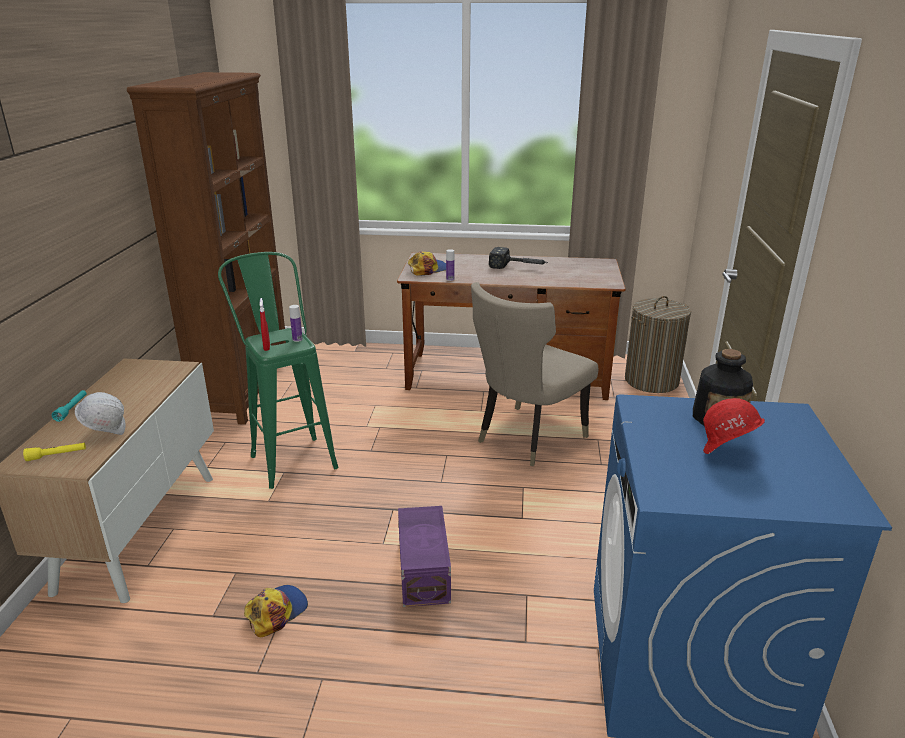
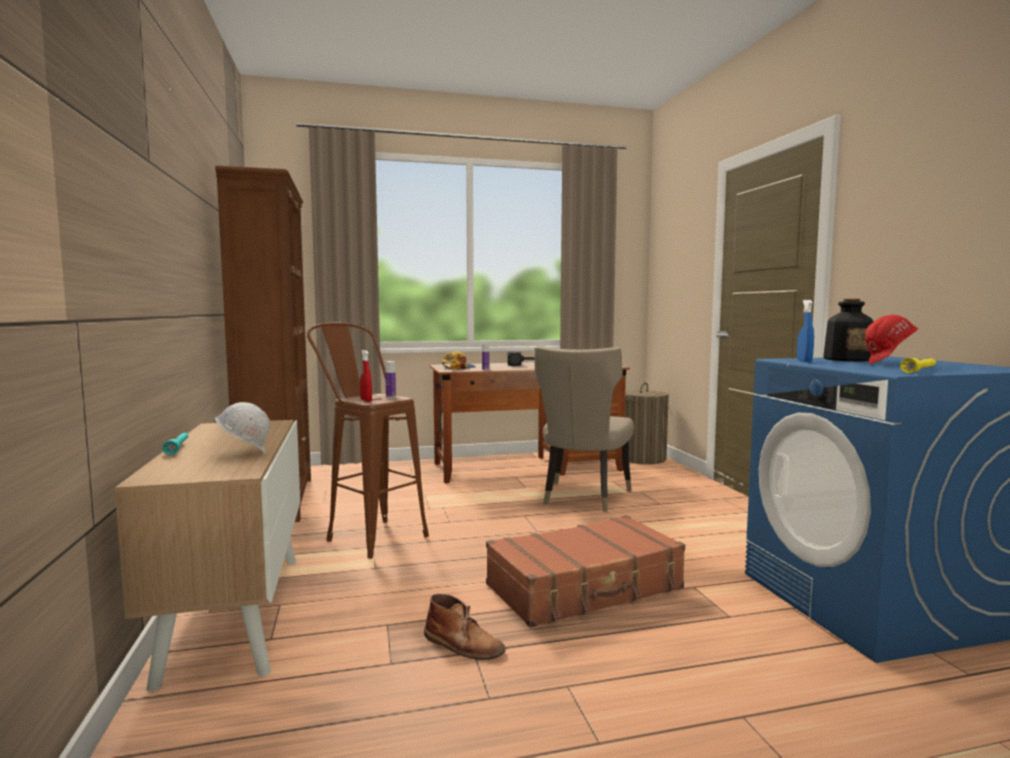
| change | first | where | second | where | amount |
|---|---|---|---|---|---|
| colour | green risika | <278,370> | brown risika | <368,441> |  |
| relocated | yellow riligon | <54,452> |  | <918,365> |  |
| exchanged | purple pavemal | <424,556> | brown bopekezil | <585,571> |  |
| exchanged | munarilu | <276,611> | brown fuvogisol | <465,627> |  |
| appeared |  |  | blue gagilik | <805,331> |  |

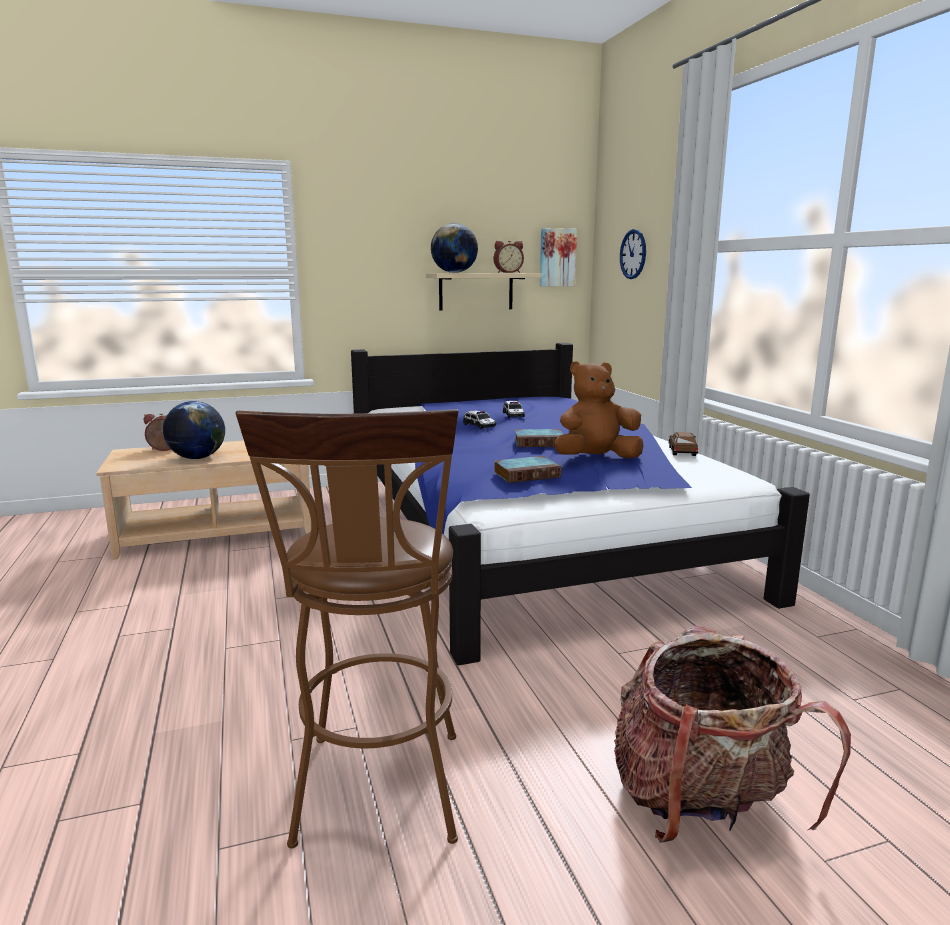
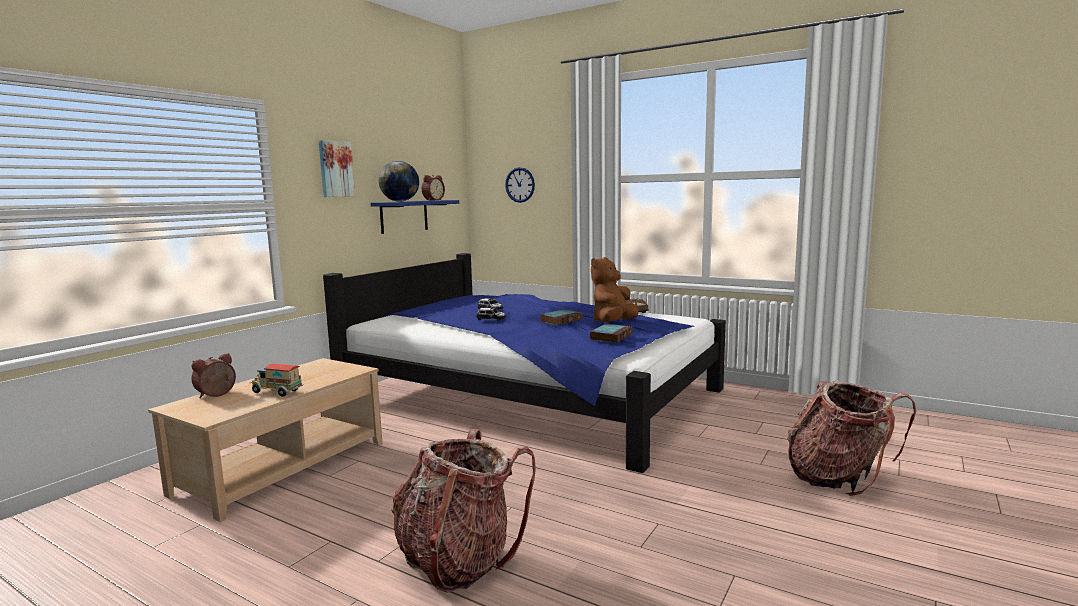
| change | first | where | second | where | amount |
|---|---|---|---|---|---|
| relocated | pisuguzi | <558,257> |  | <337,168> |  |
| colour | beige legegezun | <483,292> | blue legegezun | <415,217> |  |
| exchanged | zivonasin | <194,430> | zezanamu | <276,380> |  |
| missing | brown risika | <347,628> |  |  |  |
| appeared |  |  | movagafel | <463,511> |  |

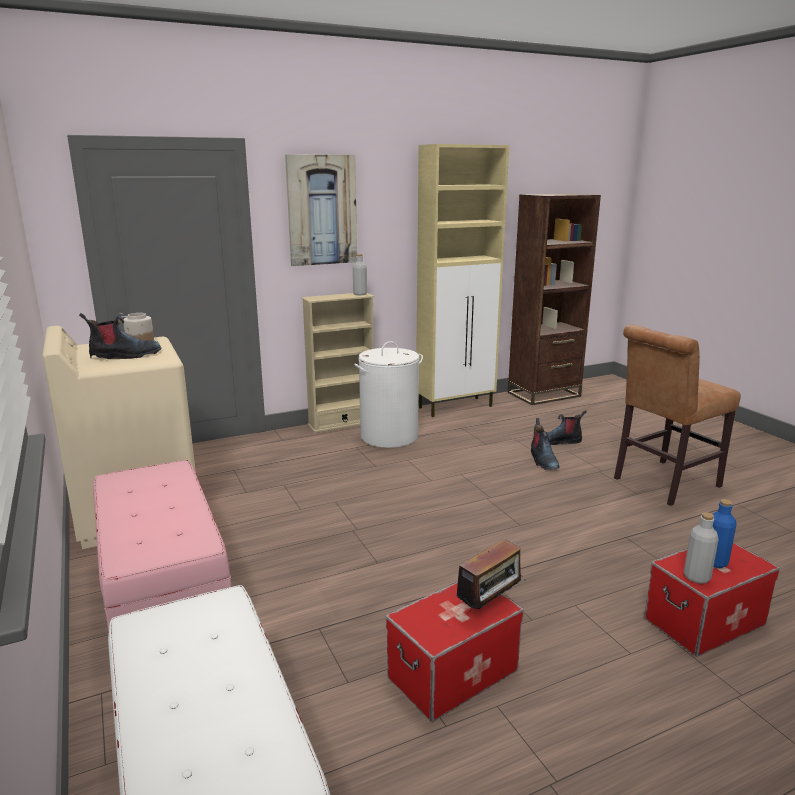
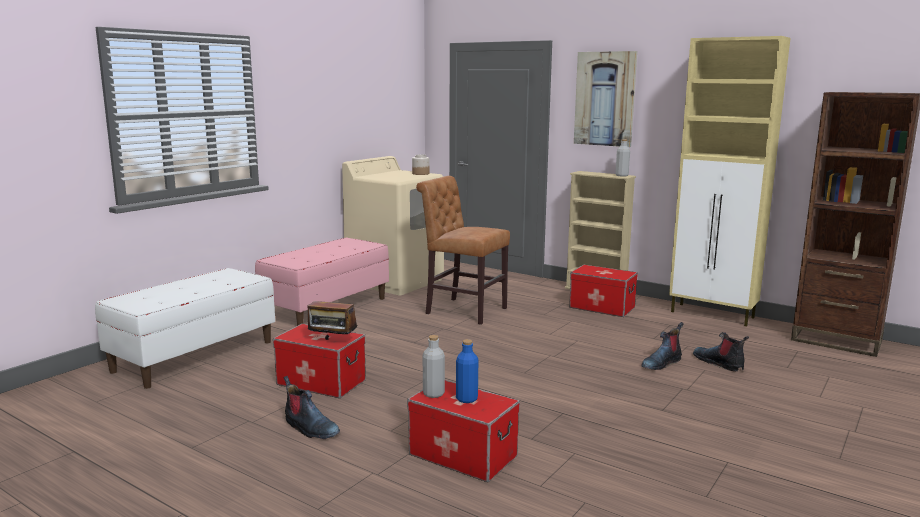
| change | first | where | second | where | amount |
|---|---|---|---|---|---|
| relocated | fuvogisol | <120,336> |  | <312,407> |  |
| relocated | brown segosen | <677,415> |  | <463,250> |  |
| exchanged | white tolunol | <388,394> | pavemal | <603,291> |  |

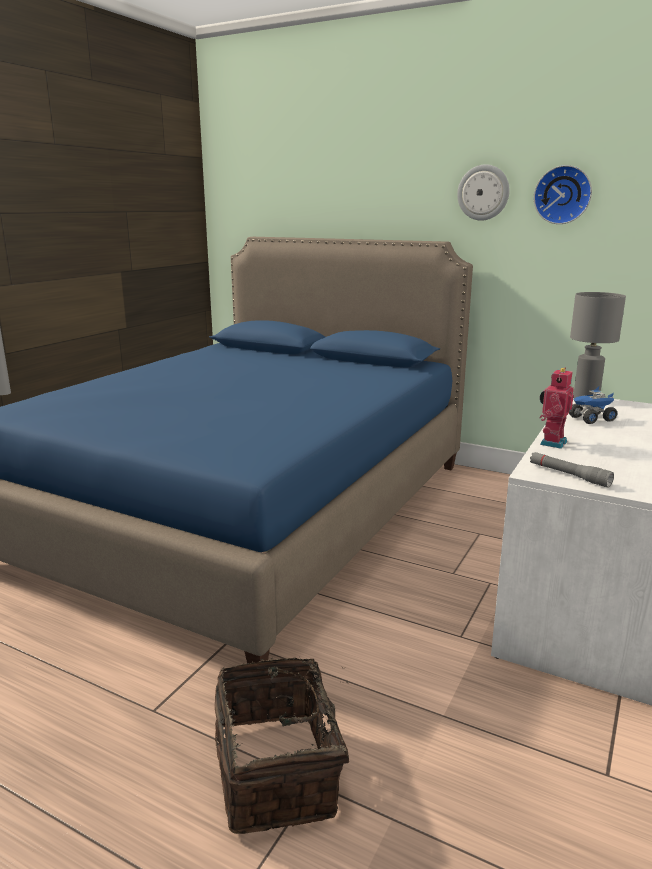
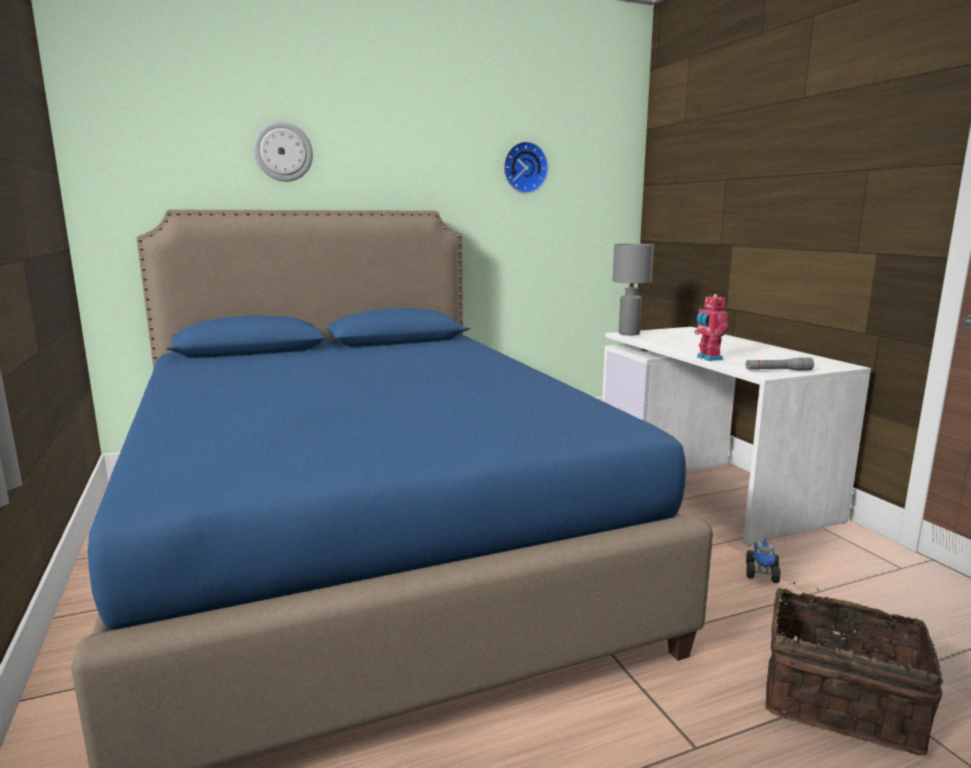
| change | first | where | second | where | amount |
|---|---|---|---|---|---|
| relocated | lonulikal | <483,192> |  | <283,151> |  |
| relocated | zezanamu | <593,404> |  | <763,561> |  |

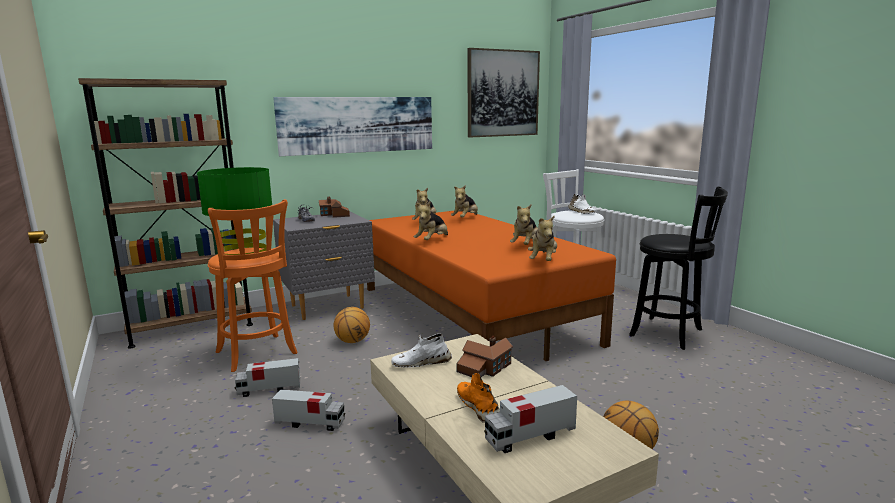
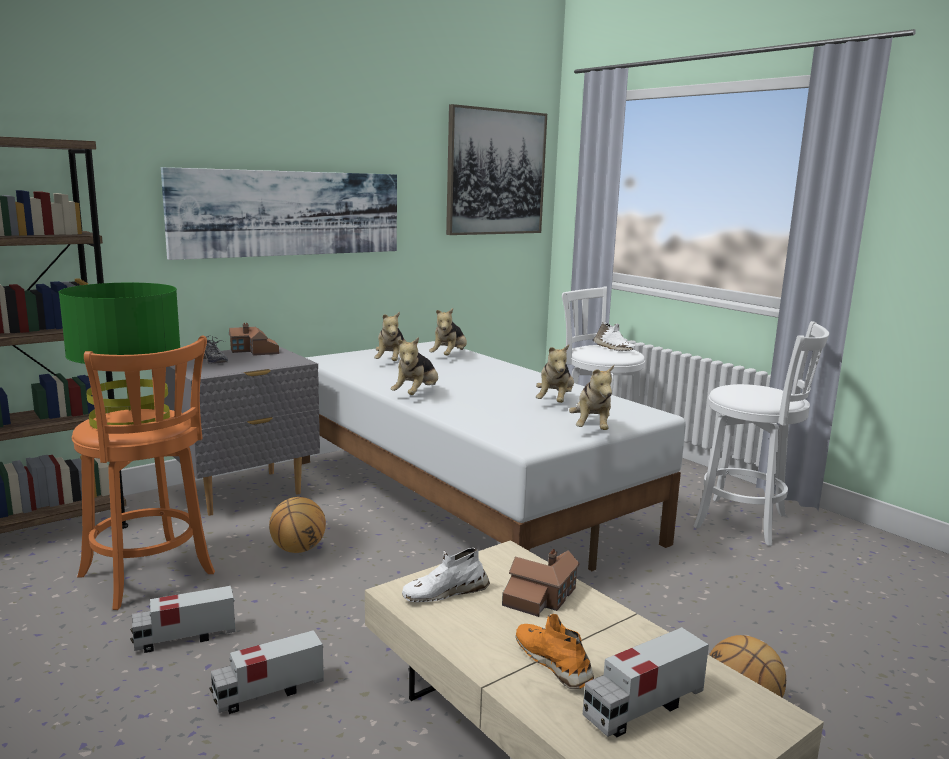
| change | first | where | second | where | amount |
|---|---|---|---|---|---|
| colour | black risika | <678,268> | white risika | <761,433> |  |
| colour | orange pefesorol | <491,286> | white pefesorol | <494,456> |  |
| spun | zezanamu | <308,410> |  | <266,672> | 150 degrees clockwise |

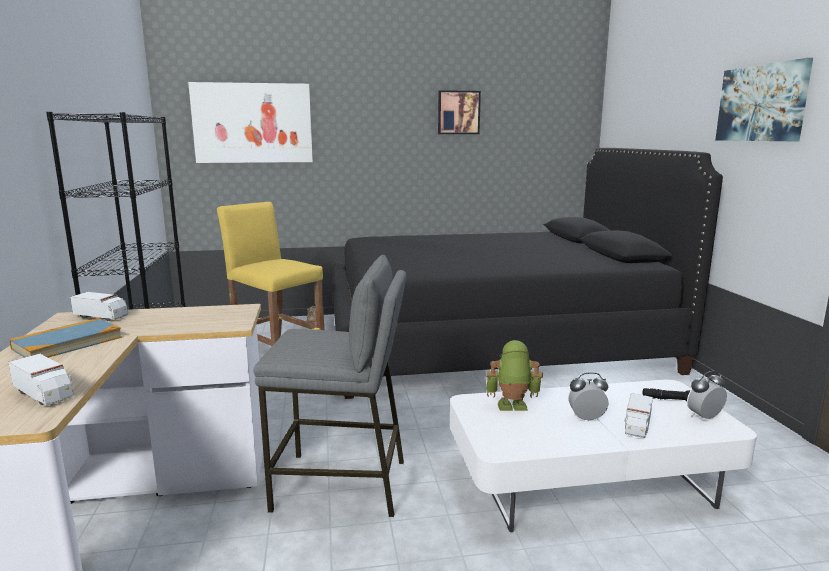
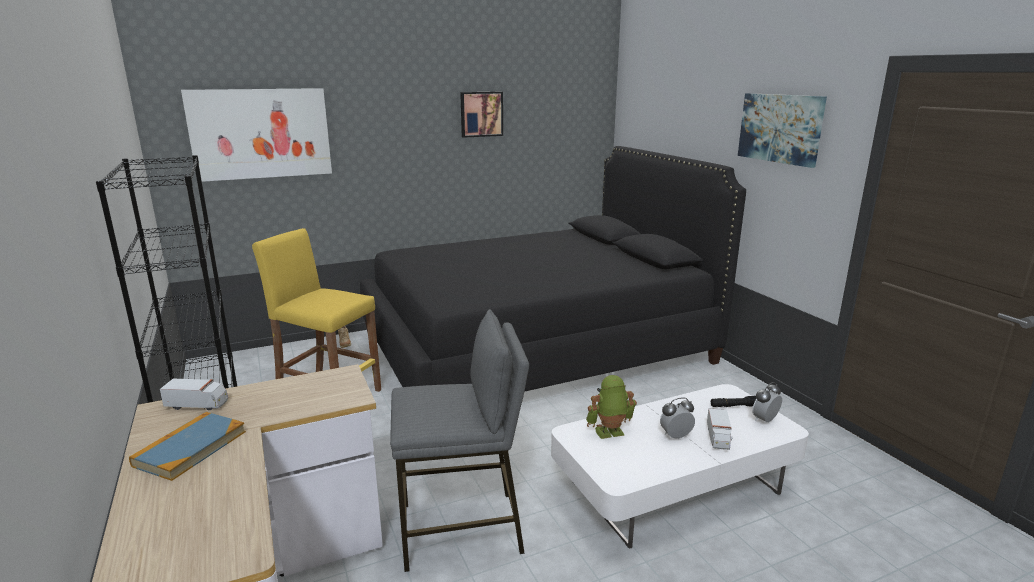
| change | first | where | second | where | amount |
|---|---|---|---|---|---|
| missing | zezanamu | <41,379> |  |  |  |

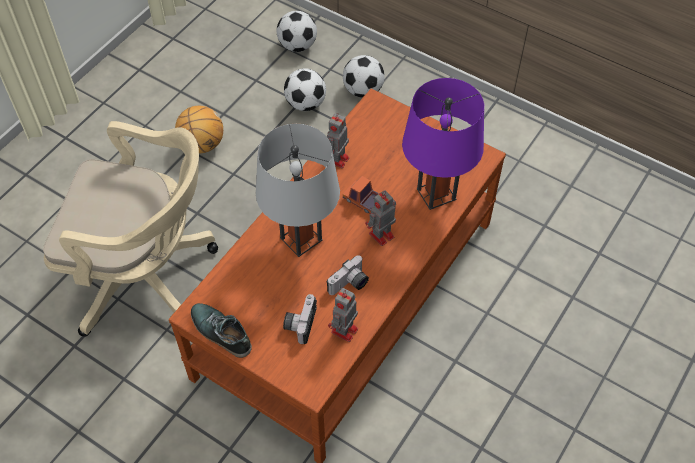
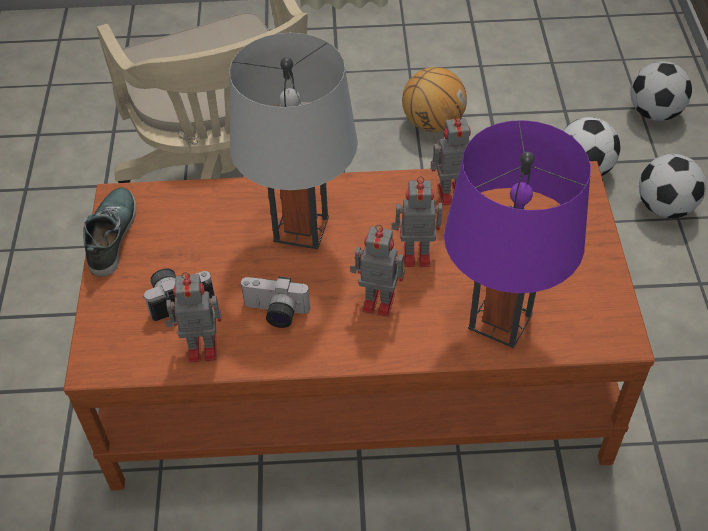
| change | first | where | second | where | amount |
|---|---|---|---|---|---|
| exchanged | zezanamu | <361,195> | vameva | <416,221> |  |

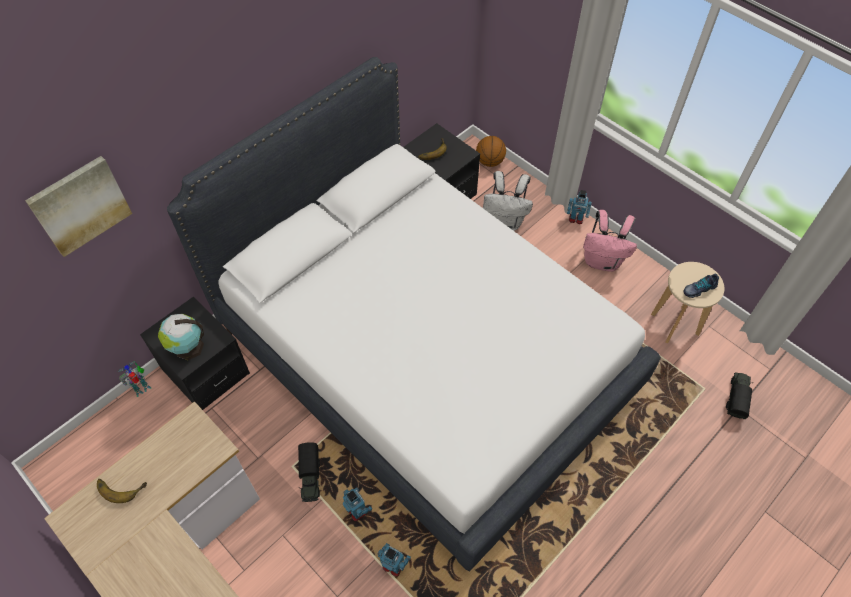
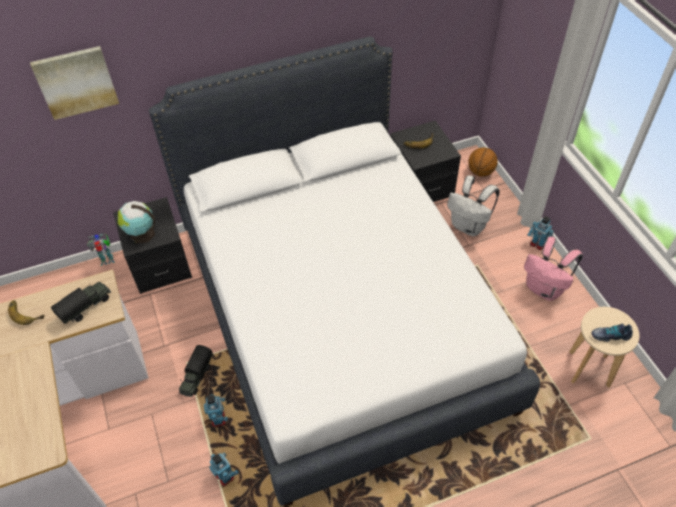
| change | first | where | second | where | amount |
|---|---|---|---|---|---|
| relocated | zezanamu | <739,395> |  | <81,303> |  |

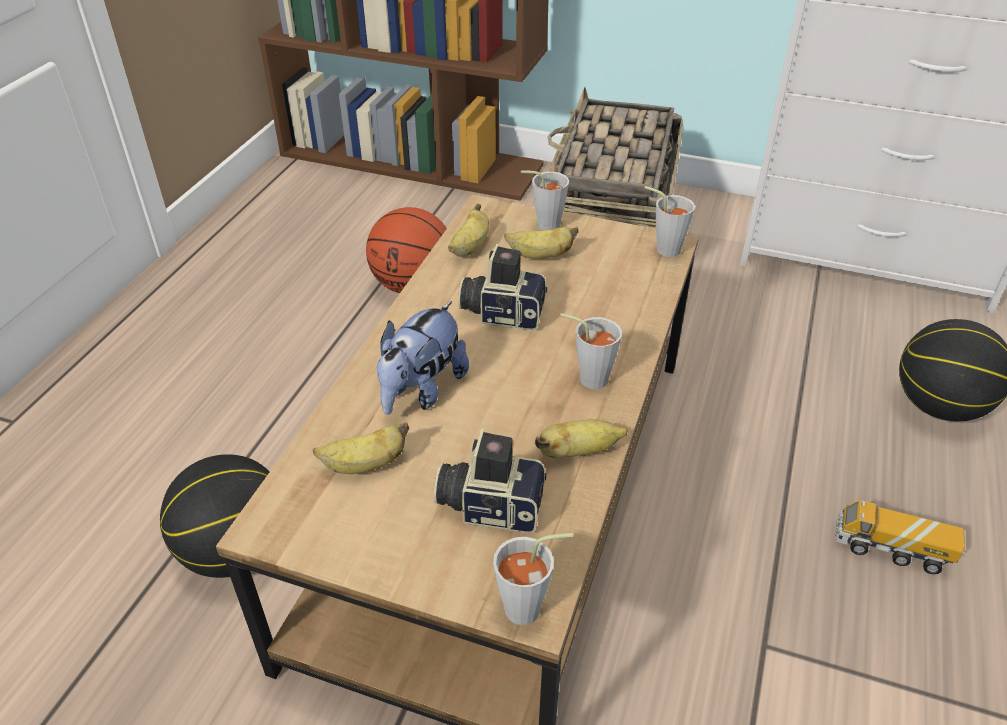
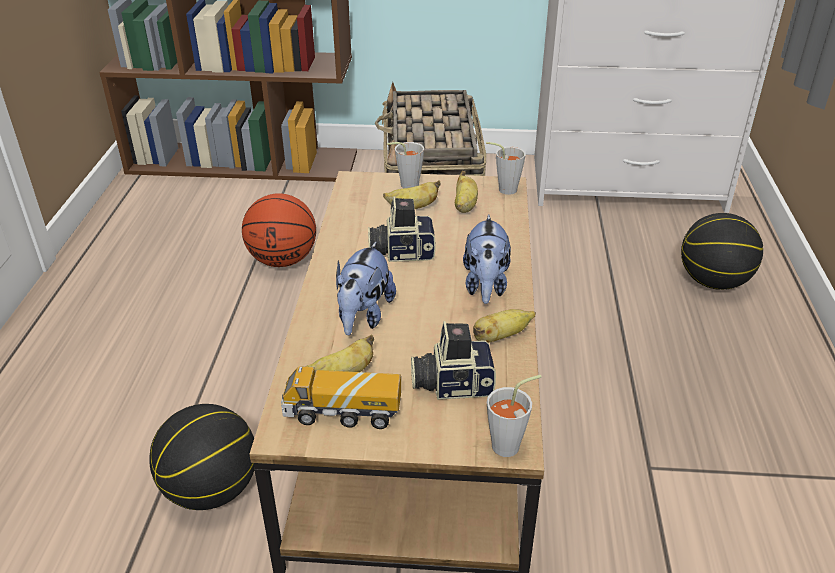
| change | first | where | second | where | amount |
|---|---|---|---|---|---|
| relocated | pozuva | <468,230> |  | <466,192> |  |
| exchanged | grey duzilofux | <591,351> | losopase | <487,259> |  |
| relocated | zezanamu | <900,537> |  | <341,397> |  |

